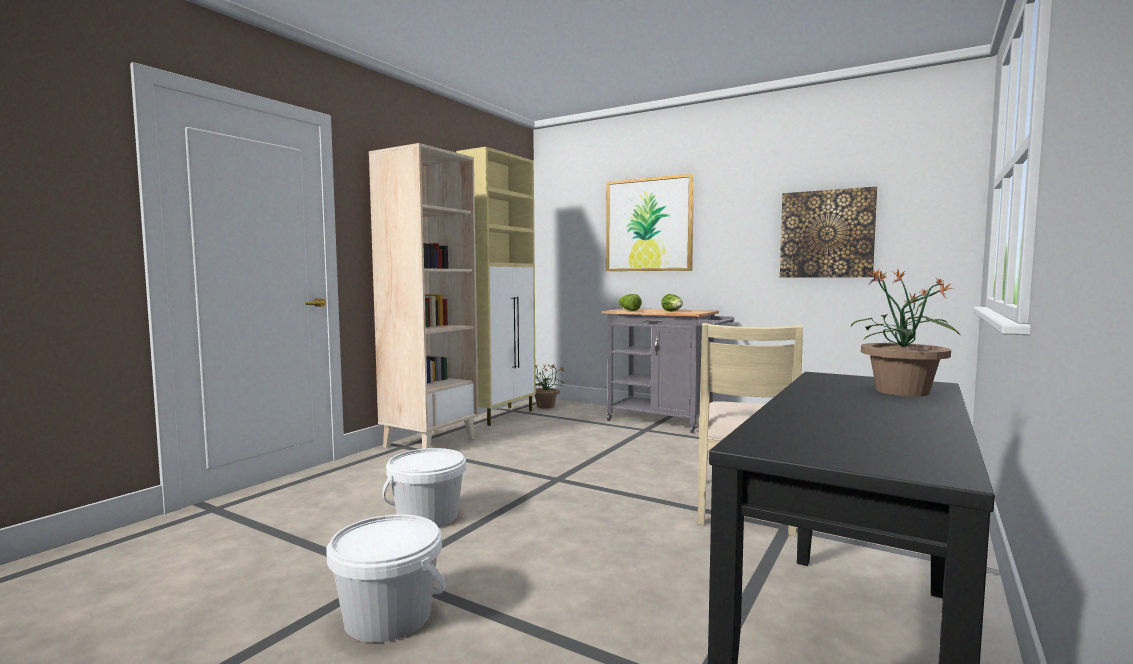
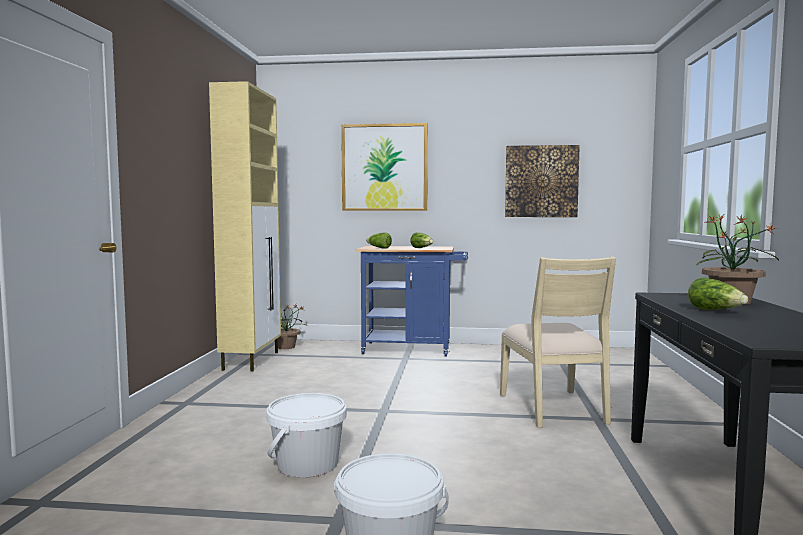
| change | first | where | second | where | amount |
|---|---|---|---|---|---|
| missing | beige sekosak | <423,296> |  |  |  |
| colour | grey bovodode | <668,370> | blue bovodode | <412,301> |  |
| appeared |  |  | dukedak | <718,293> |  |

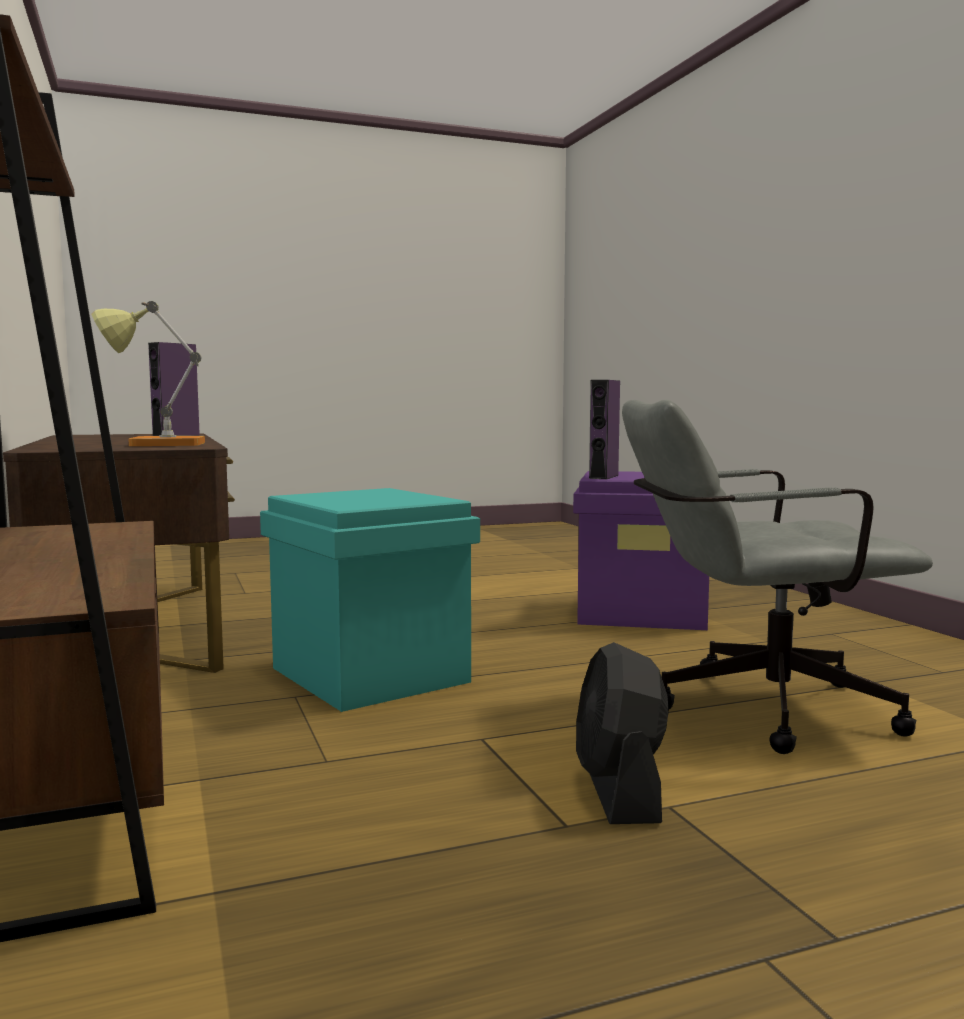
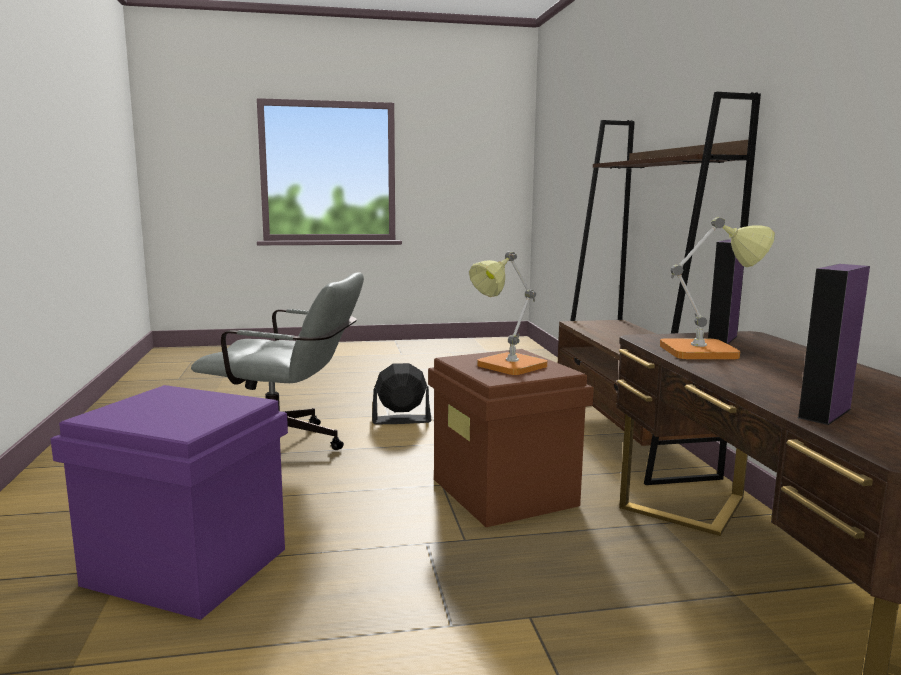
| change | first | where | second | where | amount |
|---|---|---|---|---|---|
| relocated | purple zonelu | <604,429> |  | <726,291> |  |
| colour | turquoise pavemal | <370,600> | brown pavemal | <511,438> |  |
| spun | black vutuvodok | <622,733> |  | <402,394> | 105 degrees counterclockwise |
| appeared |  |  | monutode | <508,313> |  |

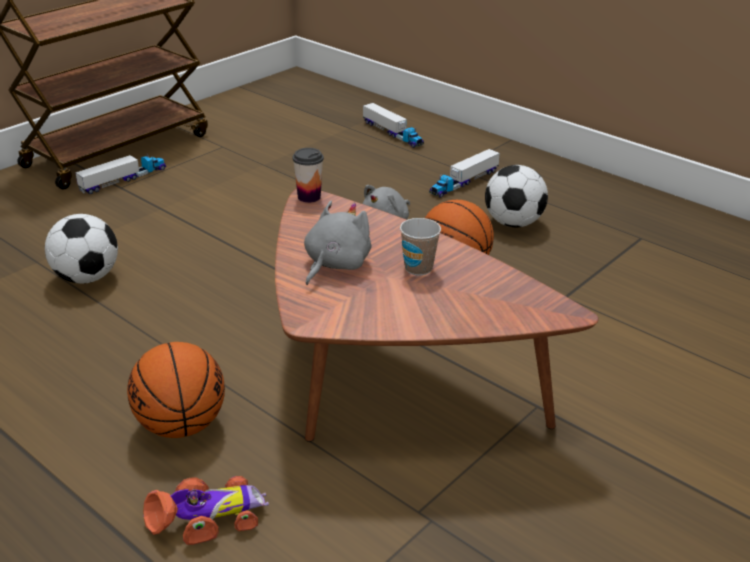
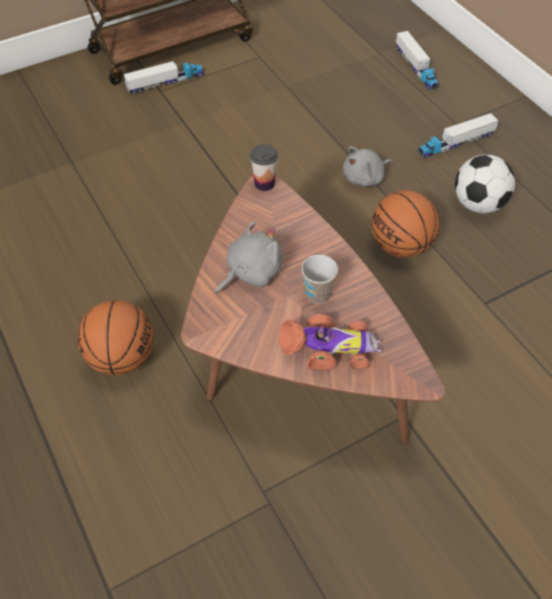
| change | first | where | second | where | amount |
|---|---|---|---|---|---|
| missing | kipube | <81,248> |  |  |  |
| relocated | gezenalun | <206,510> |  | <330,342> |  |

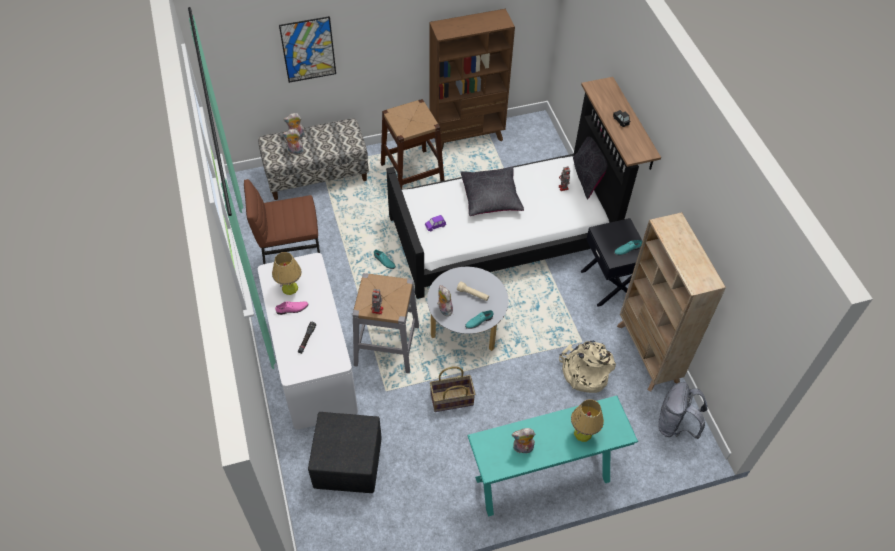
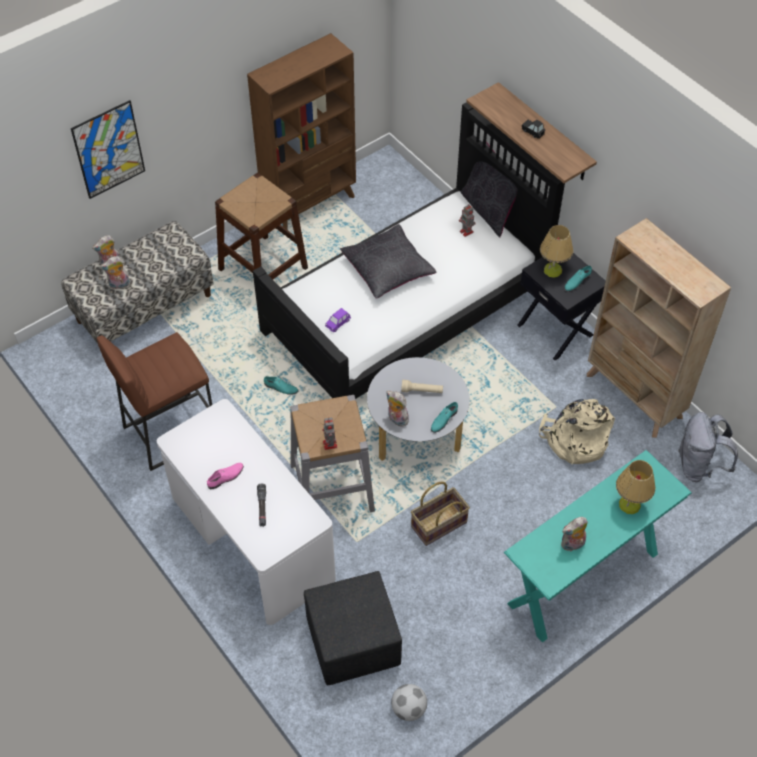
| change | first | where | second | where | amount |
|---|---|---|---|---|---|
| relocated | monutode | <287,273> |  | <556,251> |  |
| appeared |  |  | kipube | <409,702> |  |

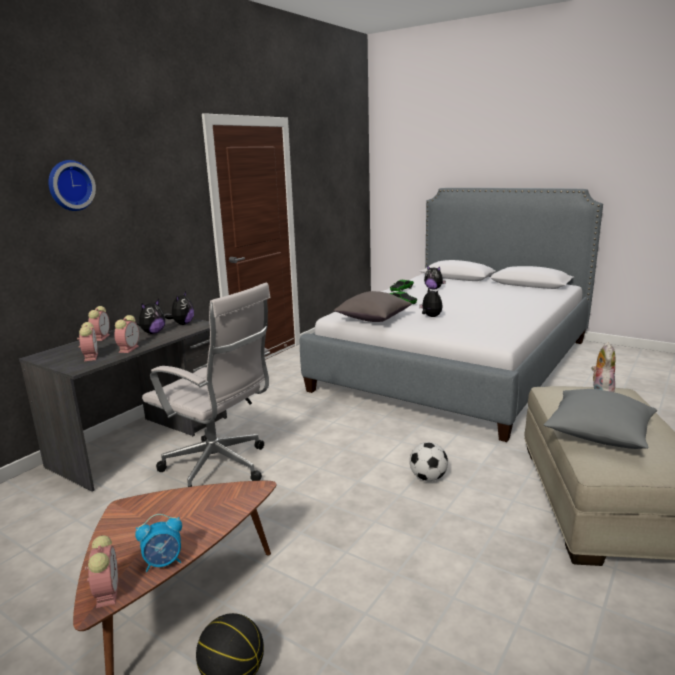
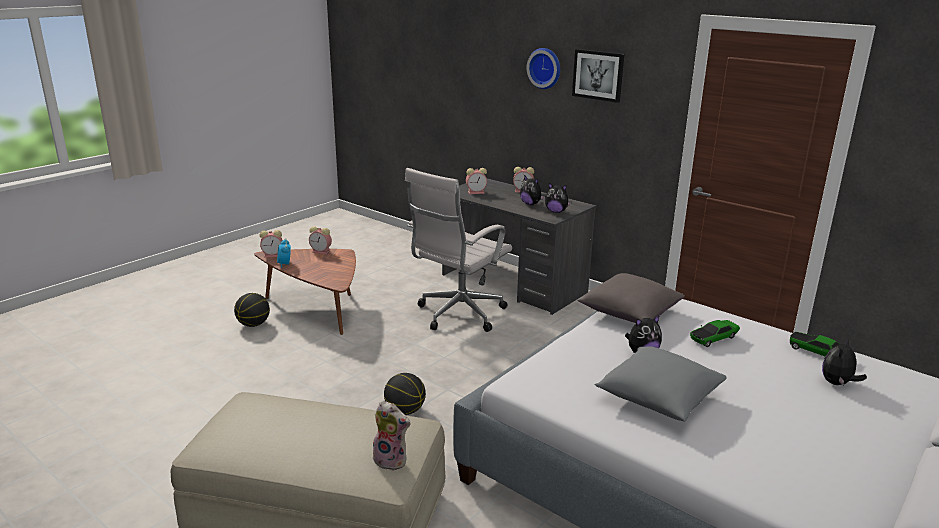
| change | first | where | second | where | amount |
|---|---|---|---|---|---|
| relocated | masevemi | <126,334> |  | <320,240> |  |
| relocated | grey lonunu | <600,419> |  | <661,384> |  |
| exchanged | kipube | <428,461> | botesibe | <405,394> |  |
| appeared |  |  | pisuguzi | <598,76> |  |

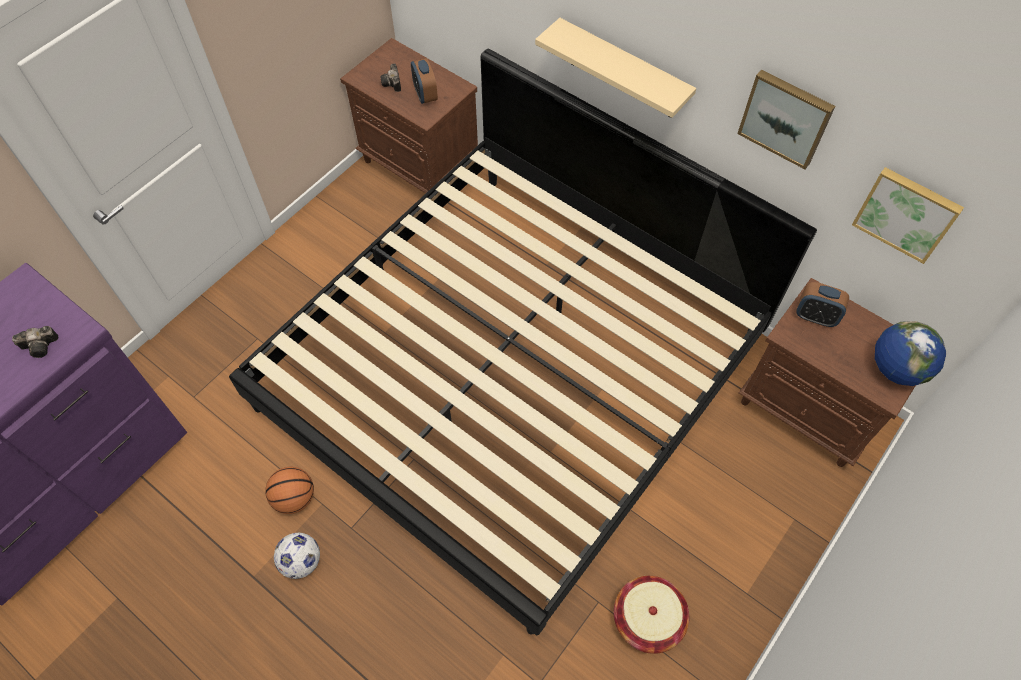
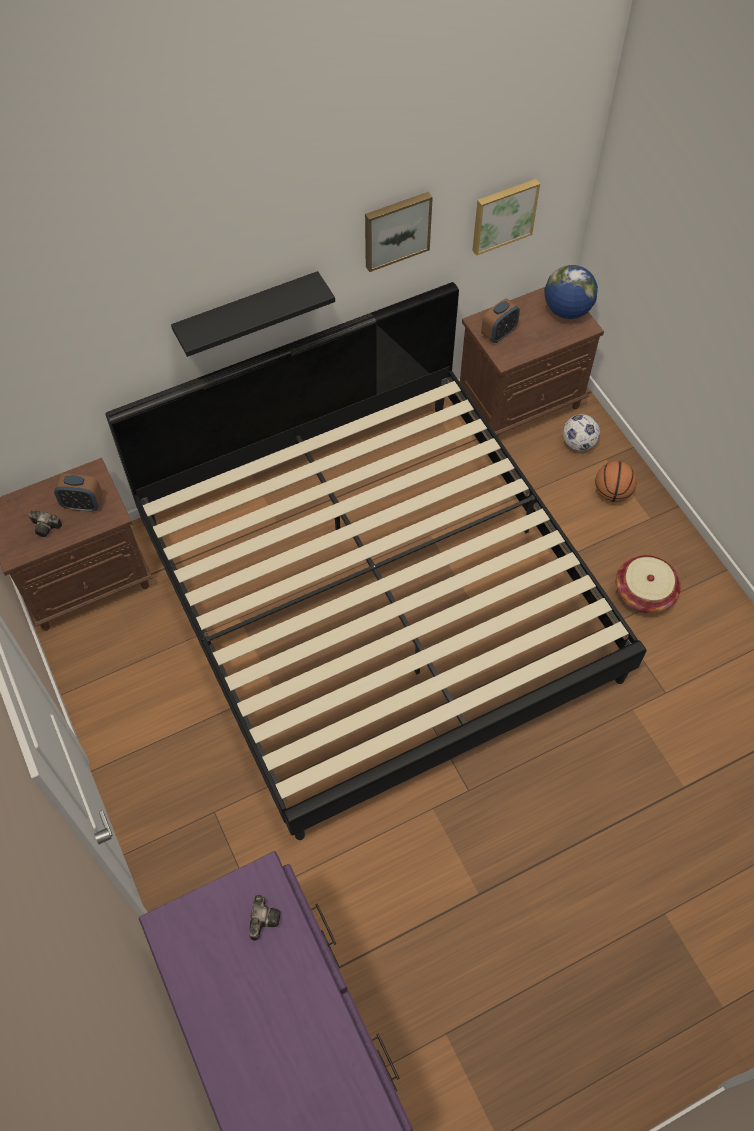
| change | first | where | second | where | amount |
|---|---|---|---|---|---|
| colour | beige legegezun | <615,68> | black legegezun | <253,314> |  |
| relocated | botesibe | <289,490> |  | <616,481> |  |
| relocated | kipube | <297,556> |  | <581,432> |  |

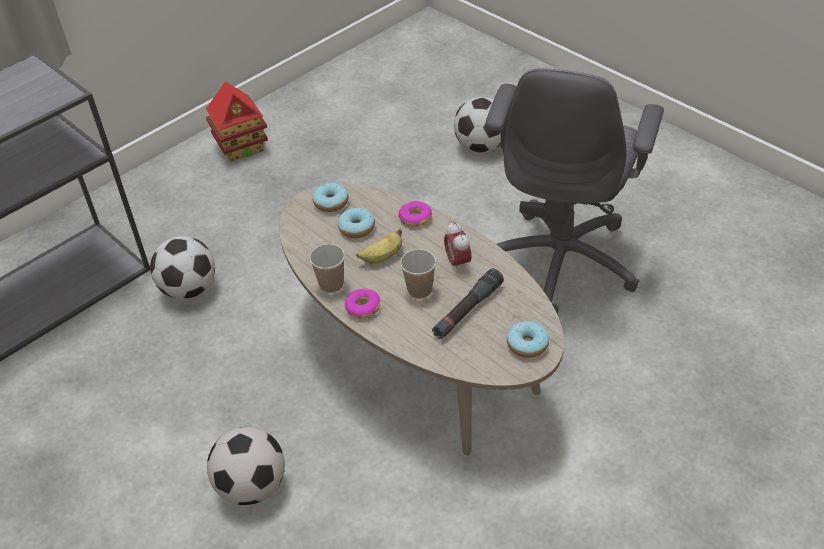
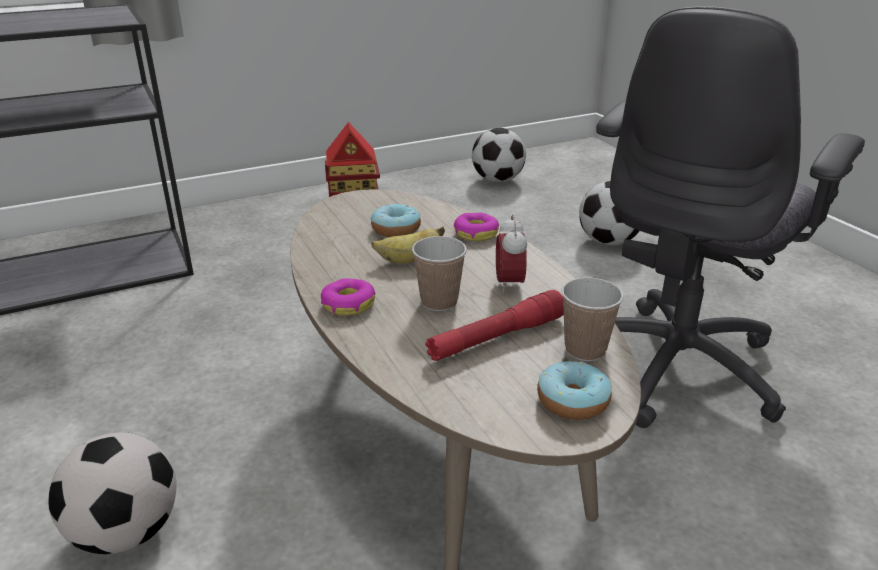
| change | first | where | second | where | amount |
|---|---|---|---|---|---|
| missing | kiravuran | <330,197> |  |  |  |
| relocated | kipube | <182,267> |  | <499,155> |  |
| relocated | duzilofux | <327,268> |  | <592,319> |  |
| colour | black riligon | <468,303> | red riligon | <494,325> |  |

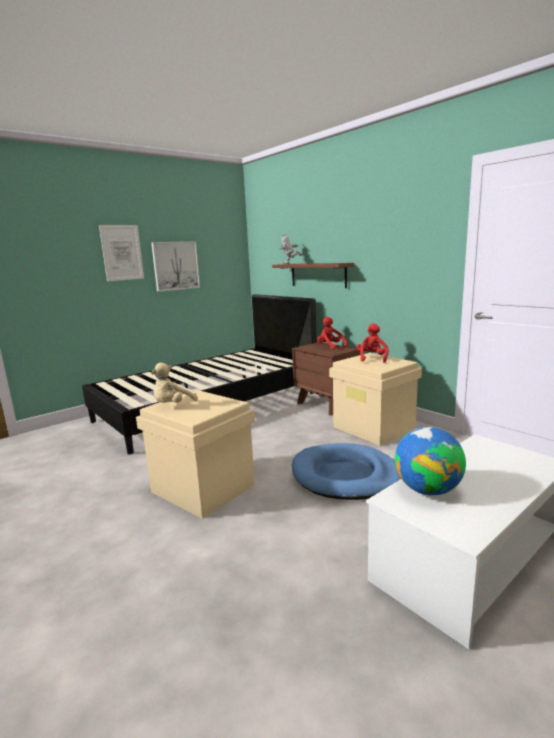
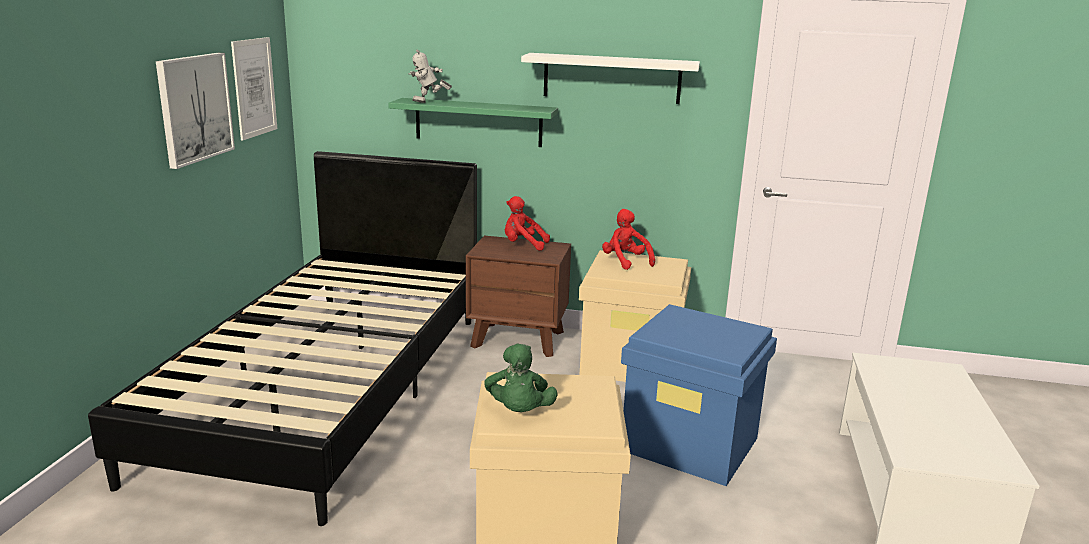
| change | first | where | second | where | amount |
|---|---|---|---|---|---|
| relocated | pisuguzi | <121,253> |  | <254,88> |  |
| colour | brown legegezun | <313,275> | green legegezun | <473,122> |  |
| colour | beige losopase | <174,383> | green losopase | <521,378> |  |
| missing | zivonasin | <430,461> |  |  |  |
| exchanged | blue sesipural | <346,471> | blue pavemal | <699,395> |  |
| appeared |  |  | white legegezun | <610,78> |  |

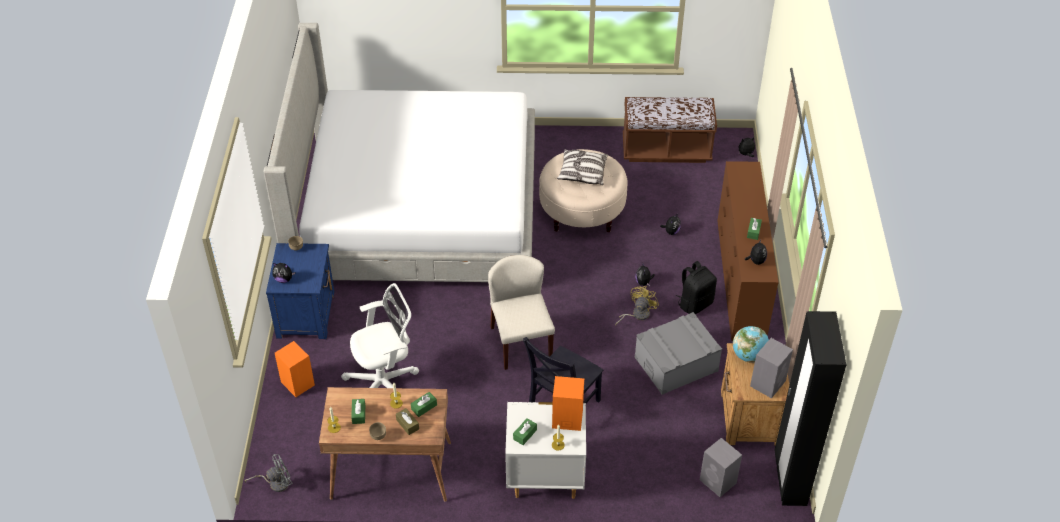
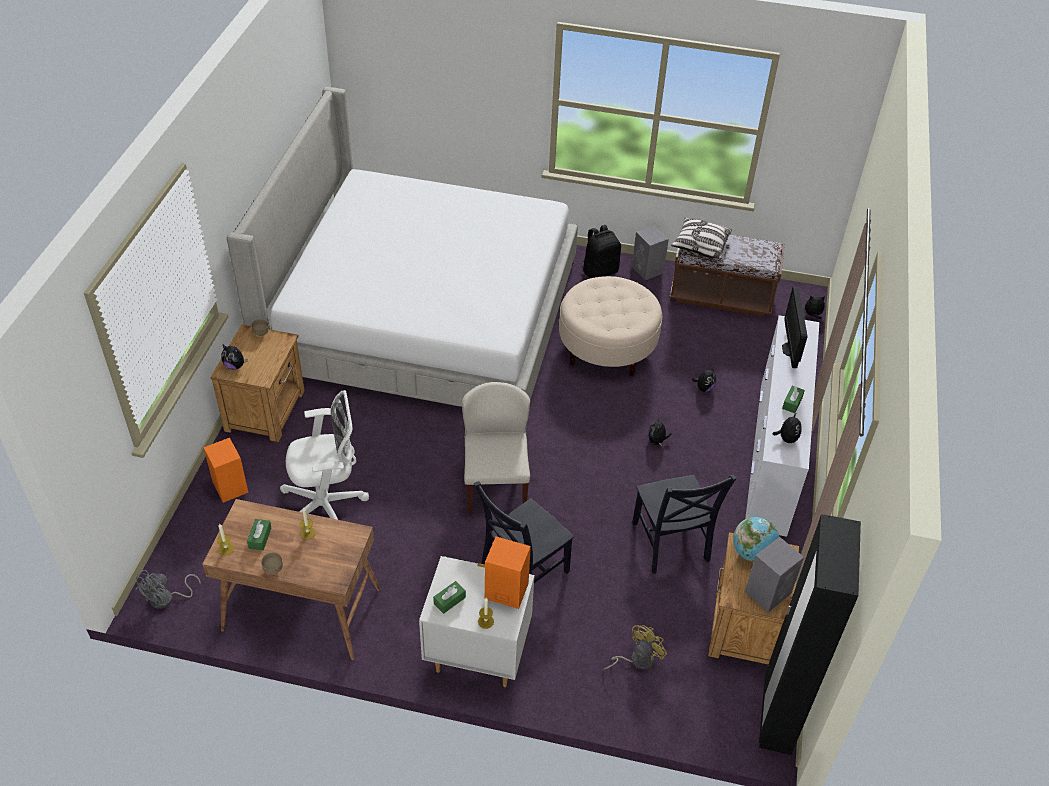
| change | first | where | second | where | amount |
|---|---|---|---|---|---|
| relocated | lonunu | <582,167> |  | <701,238> |  |
| colour | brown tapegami | <748,251> | white tapegami | <782,426> |  |
| colour | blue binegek | <300,291> | brown binegek | <257,383> |  |
| relocated | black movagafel | <696,287> |  | <602,251> |  |
| relocated | yellow vutuvodok | <637,305> |  | <635,647> |  |
| exchanged | grey pavemal | <678,353> | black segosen | <684,523> |  |
| missing | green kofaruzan | <424,404> |  |  |  |
| missing | brown kofaruzan | <407,421> |  |  |  |
| relocated | grey zonelu | <721,467> |  | <650,252> |  |
| spun | grey vutuvodok | <269,473> |  | <168,589> | 135 degrees clockwise |
| appeared |  |  | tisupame | <795,327> |  |

